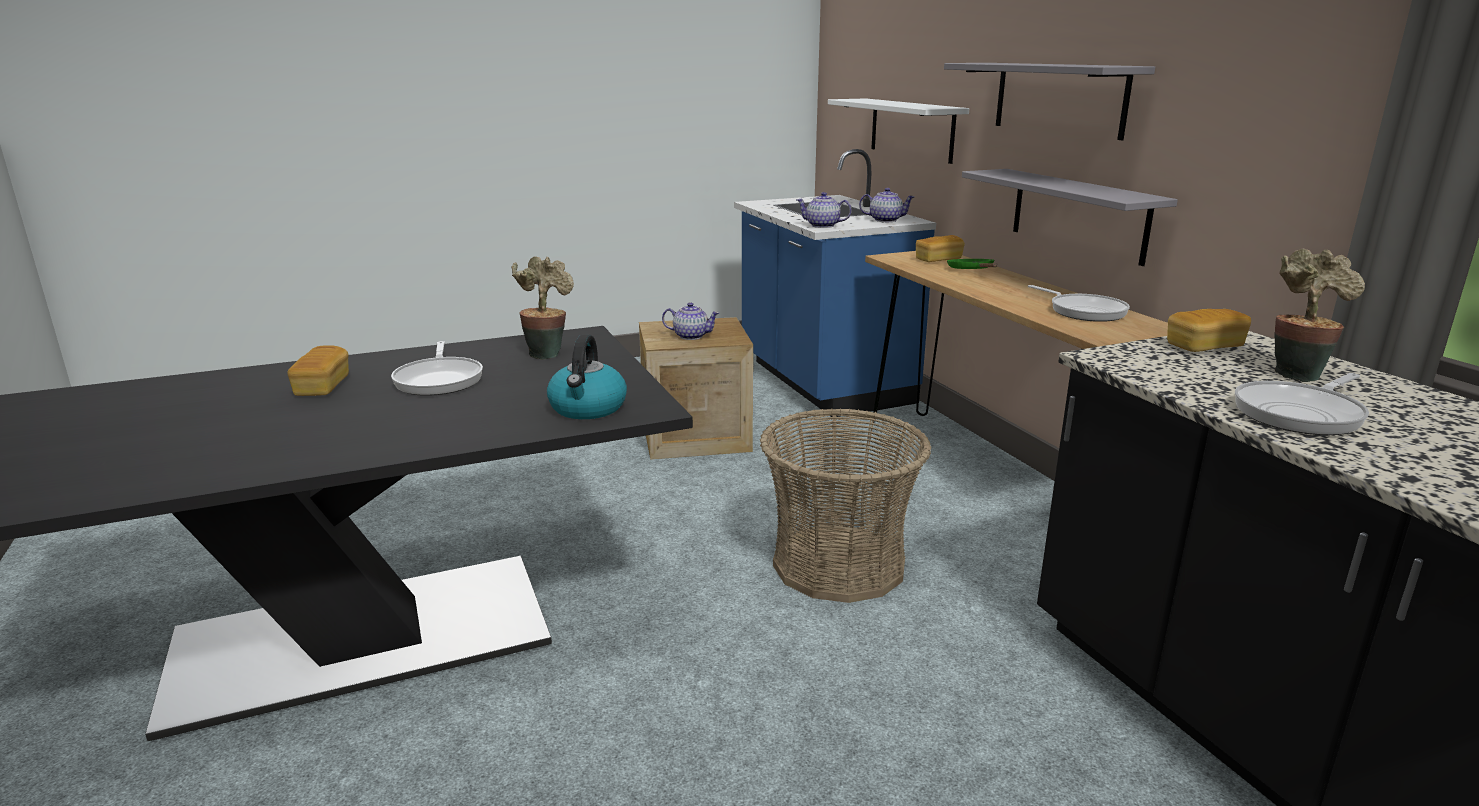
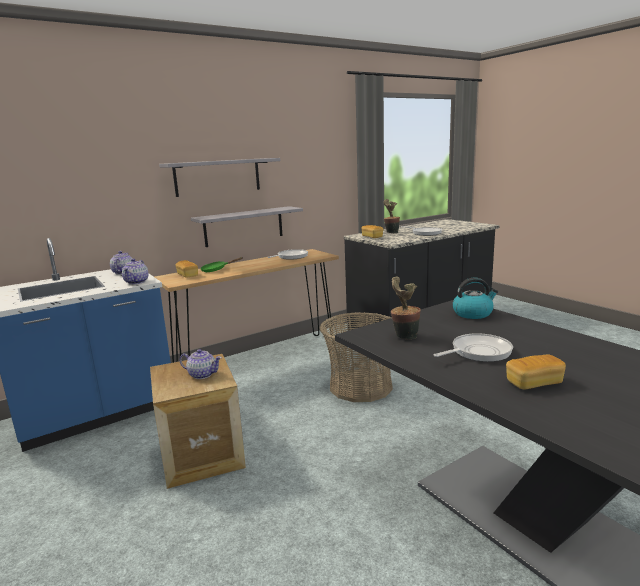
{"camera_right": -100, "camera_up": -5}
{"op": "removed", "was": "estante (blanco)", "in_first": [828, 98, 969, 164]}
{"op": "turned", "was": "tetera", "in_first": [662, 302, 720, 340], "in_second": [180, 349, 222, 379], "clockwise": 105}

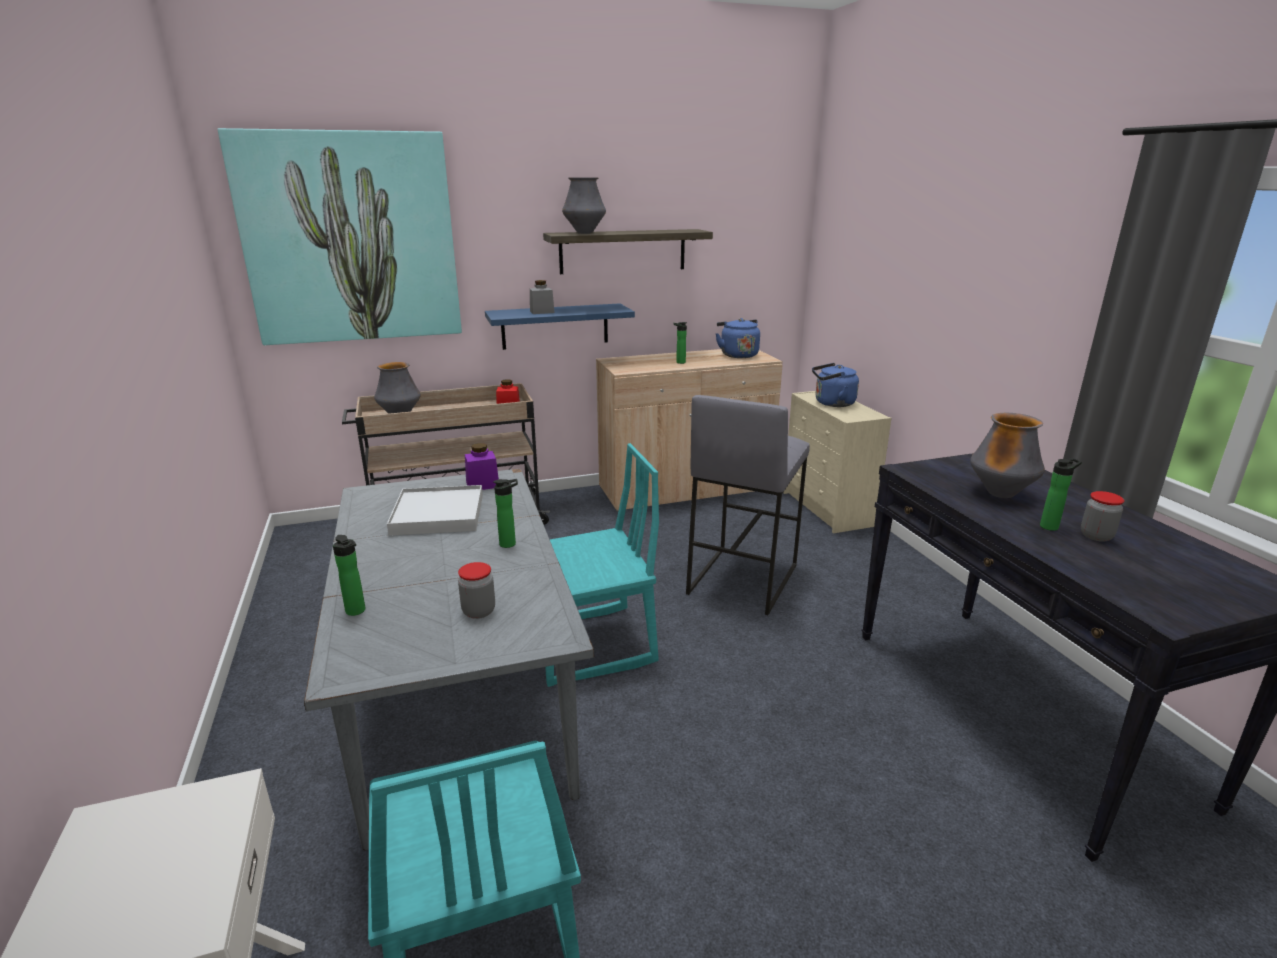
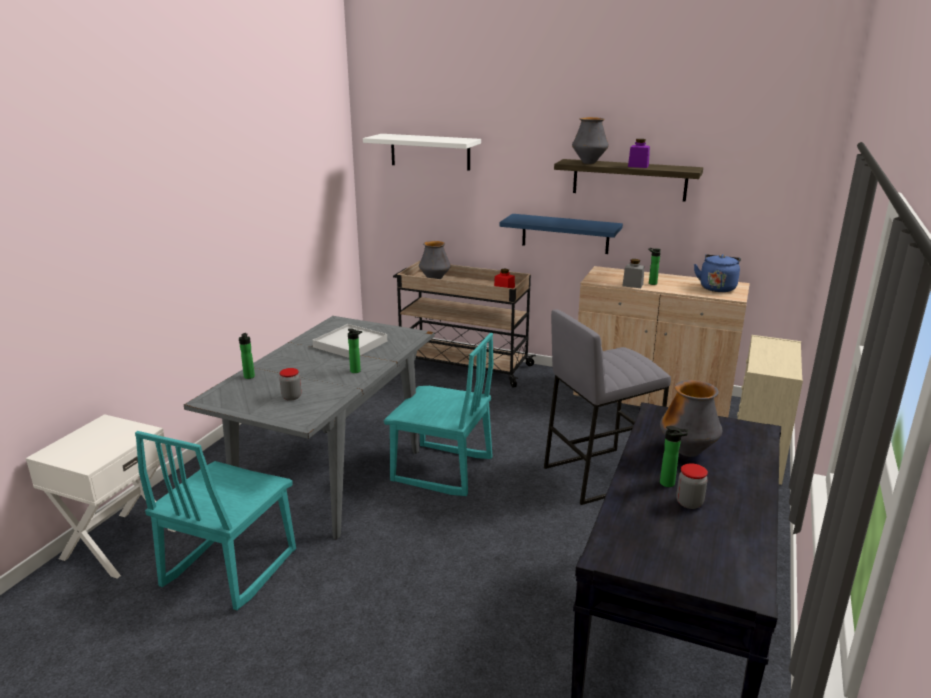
{"camera_right": 40, "camera_up": 0}
{"op": "replaced", "was": "cuadro", "now": "estante (blanco)", "in_first": [217, 128, 462, 345], "in_second": [363, 134, 481, 171]}
{"op": "moved", "was": "tarro (gris)", "in_first": [530, 280, 555, 314], "in_second": [622, 259, 644, 288]}
{"op": "removed", "was": "hervidor (azul)", "in_first": [812, 363, 859, 407]}
{"op": "moved", "was": "tarro (morado)", "in_first": [465, 443, 499, 490], "in_second": [628, 139, 650, 168]}

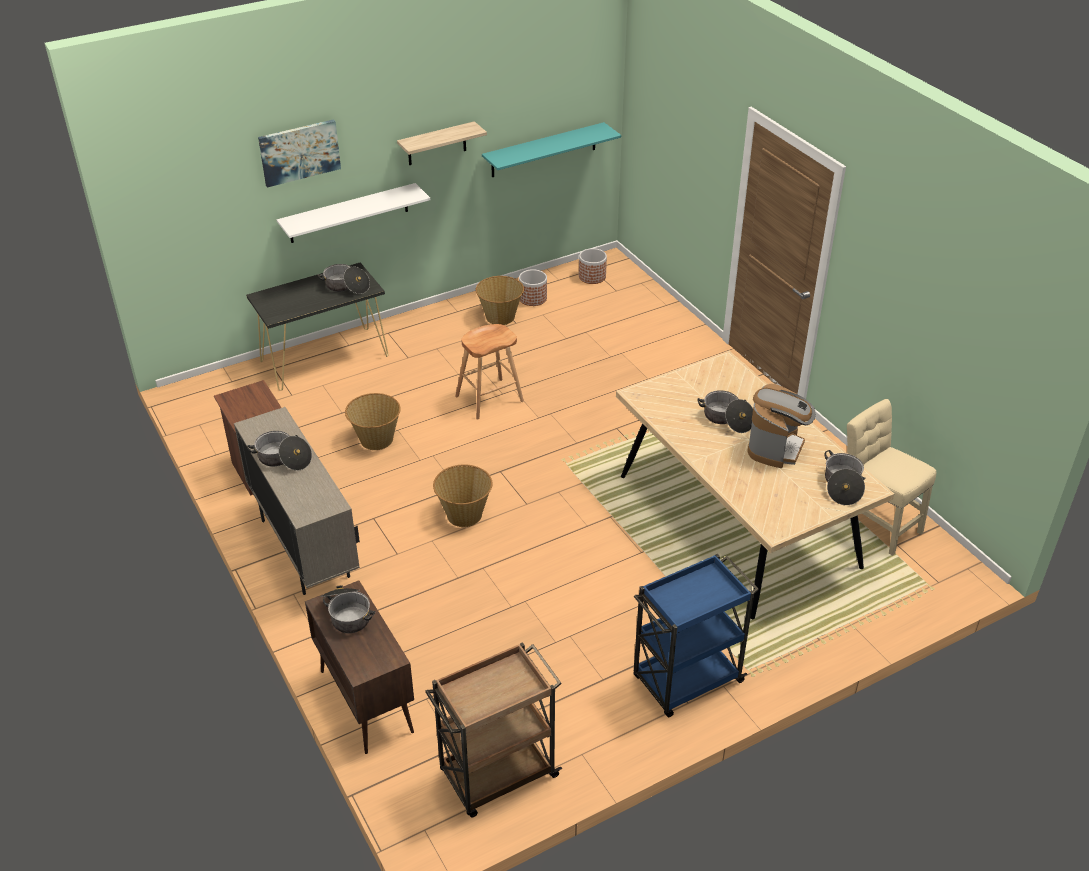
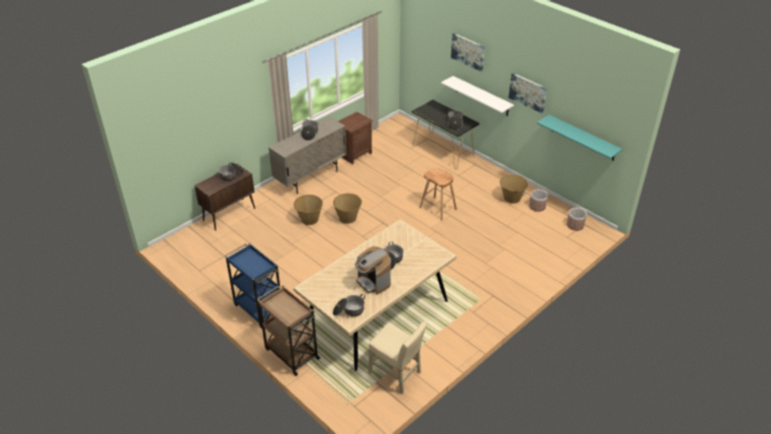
{"camera_right": 75, "camera_up": 0}
{"op": "replaced", "was": "estante", "now": "cuadro", "in_first": [397, 121, 487, 165], "in_second": [509, 73, 547, 114]}
{"op": "turned", "was": "cafetera", "in_first": [747, 384, 816, 468], "in_second": [355, 246, 391, 295], "clockwise": 45}
{"op": "moved", "was": "cesta", "in_first": [345, 393, 401, 450], "in_second": [294, 195, 323, 225]}
{"op": "turned", "was": "silla (beis)", "in_first": [847, 399, 936, 556], "in_second": [368, 321, 427, 394], "clockwise": 90}
{"op": "moved", "was": "carrito (marrón)", "in_first": [425, 642, 562, 817], "in_second": [257, 286, 320, 376]}

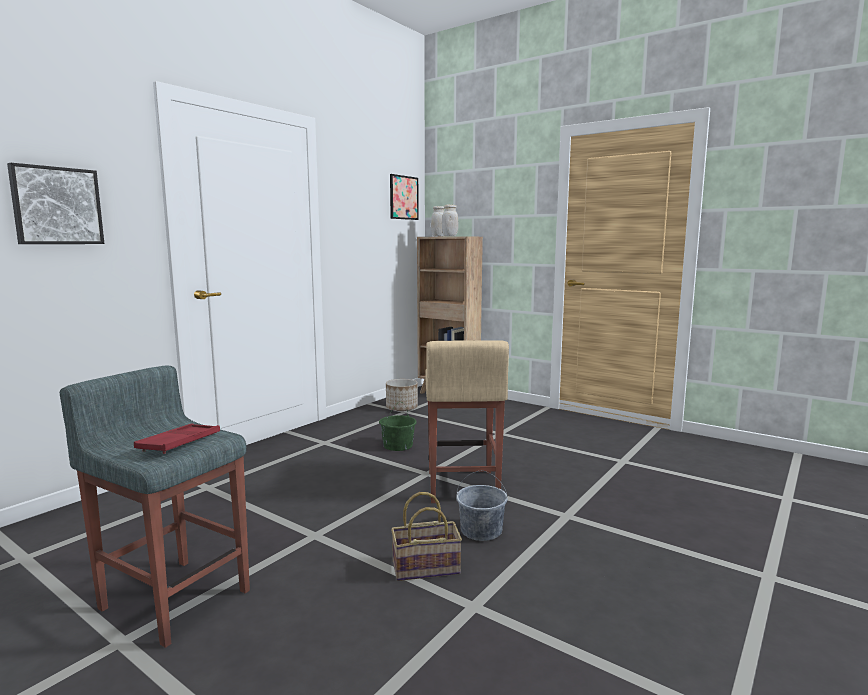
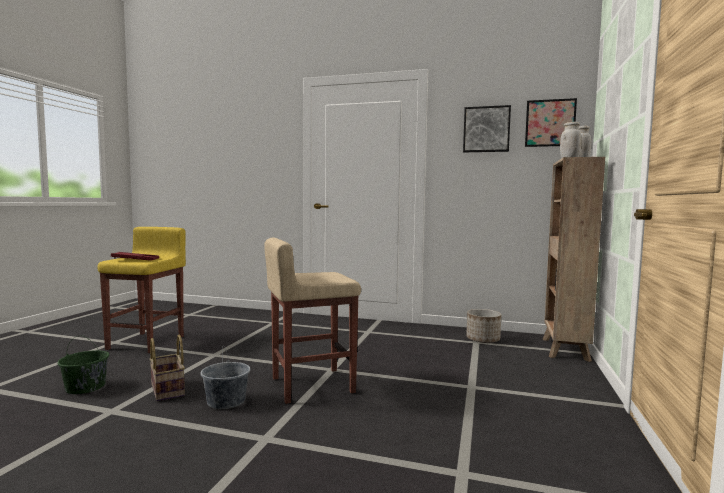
{"camera_right": 70, "camera_up": -5}
{"op": "moved", "was": "cuadro", "in_first": [7, 163, 104, 244], "in_second": [463, 105, 511, 152]}
{"op": "recoloured", "was": "taburete (gris)", "now": "taburete (amarillo)", "in_first": [60, 365, 250, 648], "in_second": [97, 227, 186, 353]}
{"op": "moved", "was": "cubo (verde)", "in_first": [379, 403, 417, 451], "in_second": [58, 335, 109, 394]}

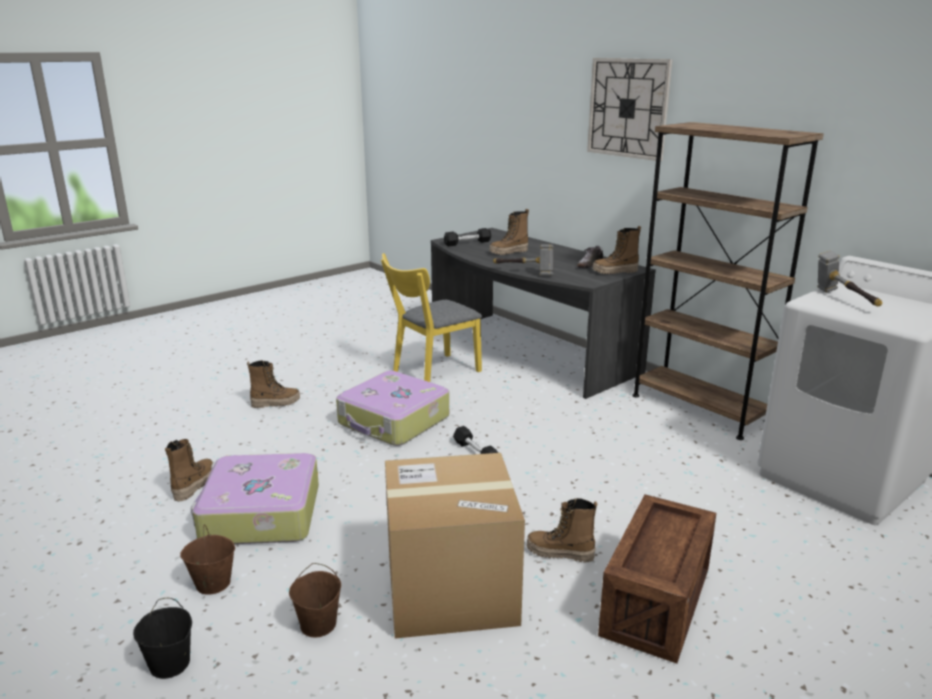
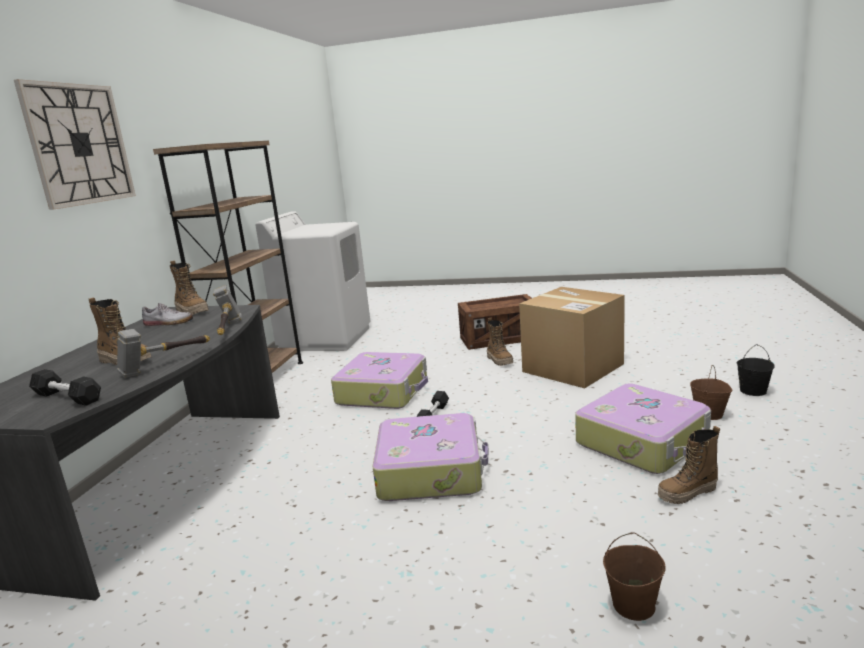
{"camera_right": -125, "camera_up": -5}
{"op": "moved", "was": "martillo", "in_first": [818, 251, 882, 306], "in_second": [117, 329, 210, 378]}
{"op": "removed", "was": "silla (amarillo)", "in_first": [381, 253, 482, 382]}
{"op": "removed", "was": "bota", "in_first": [247, 360, 300, 408]}
{"op": "moved", "was": "cubo (marrón)", "in_first": [289, 563, 341, 637], "in_second": [603, 533, 666, 621]}
{"op": "added", "now": "maleta", "in_second": [331, 352, 428, 409]}

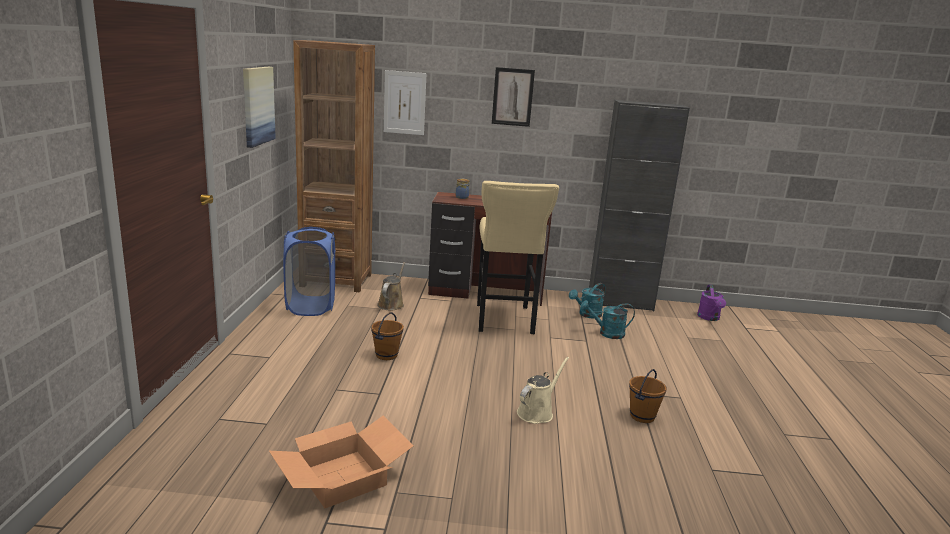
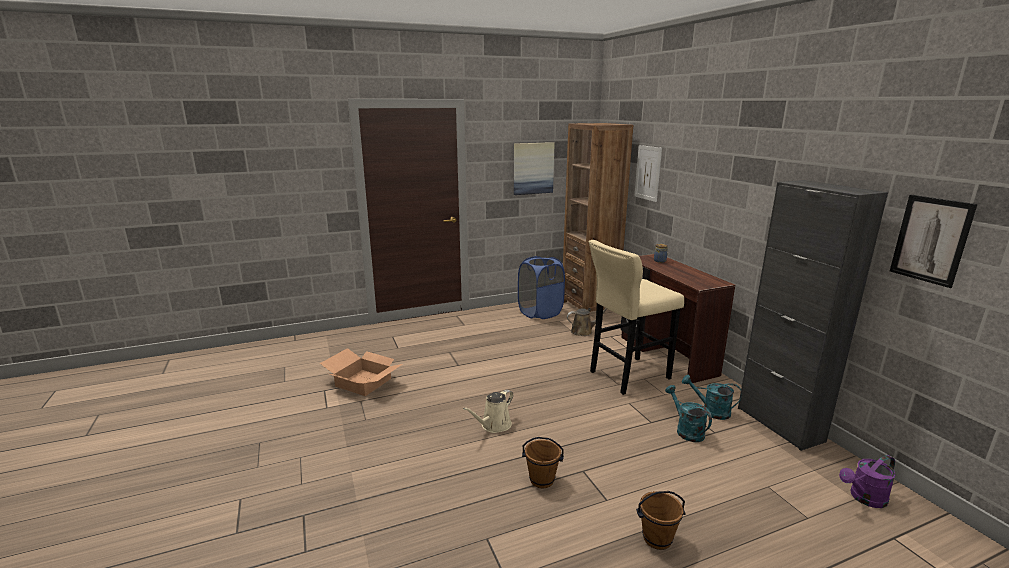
{"camera_right": 65, "camera_up": 0}
{"op": "moved", "was": "cuadro", "in_first": [492, 67, 535, 127], "in_second": [890, 195, 977, 288]}
{"op": "moved", "was": "cubo (marrón)", "in_first": [371, 312, 404, 360], "in_second": [636, 491, 686, 550]}
{"op": "turned", "was": "regadera (beis)", "in_first": [517, 357, 569, 424], "in_second": [463, 390, 513, 433], "clockwise": 120}

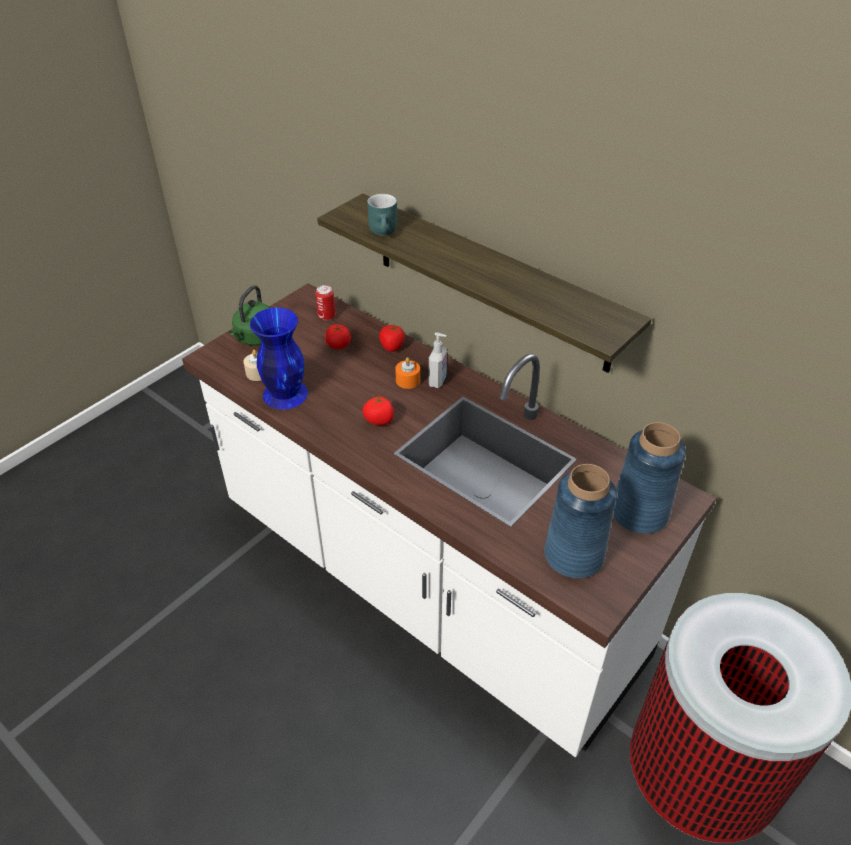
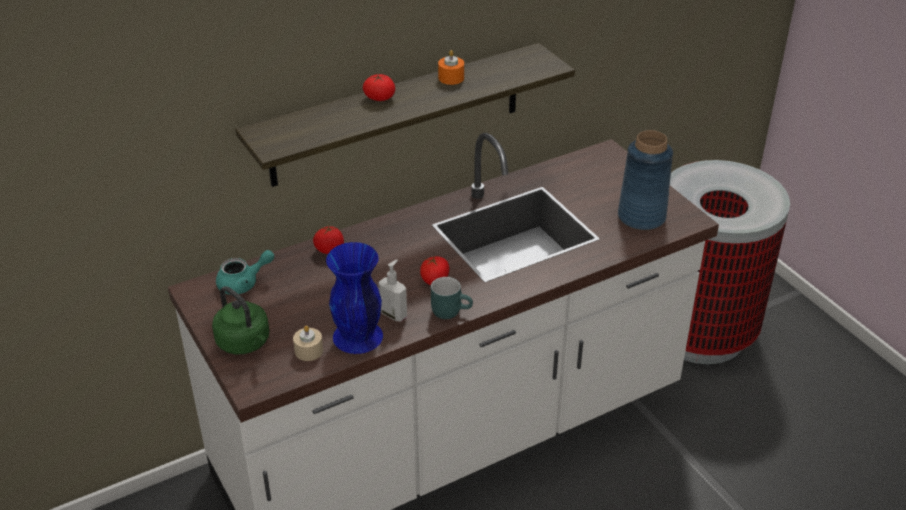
{"camera_right": -70, "camera_up": -5}
{"op": "moved", "was": "taza grande (turquesa)", "in_first": [367, 194, 397, 236], "in_second": [431, 277, 473, 319]}
{"op": "replaced", "was": "lata", "now": "tetera (turquesa)", "in_first": [315, 285, 335, 320], "in_second": [216, 250, 274, 295]}
{"op": "moved", "was": "tomate", "in_first": [325, 324, 351, 349], "in_second": [363, 74, 395, 101]}
{"op": "moved", "was": "dispensador de jabón", "in_first": [429, 333, 447, 388], "in_second": [378, 259, 407, 322]}
{"op": "moved", "was": "vela (naranja)", "in_first": [395, 357, 420, 389], "in_second": [438, 50, 464, 85]}
{"op": "removed", "was": "florero (azul)", "in_first": [613, 422, 686, 534]}

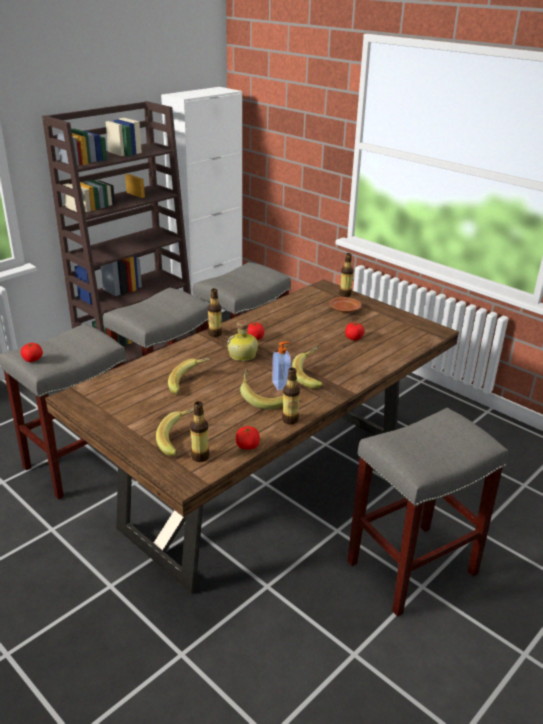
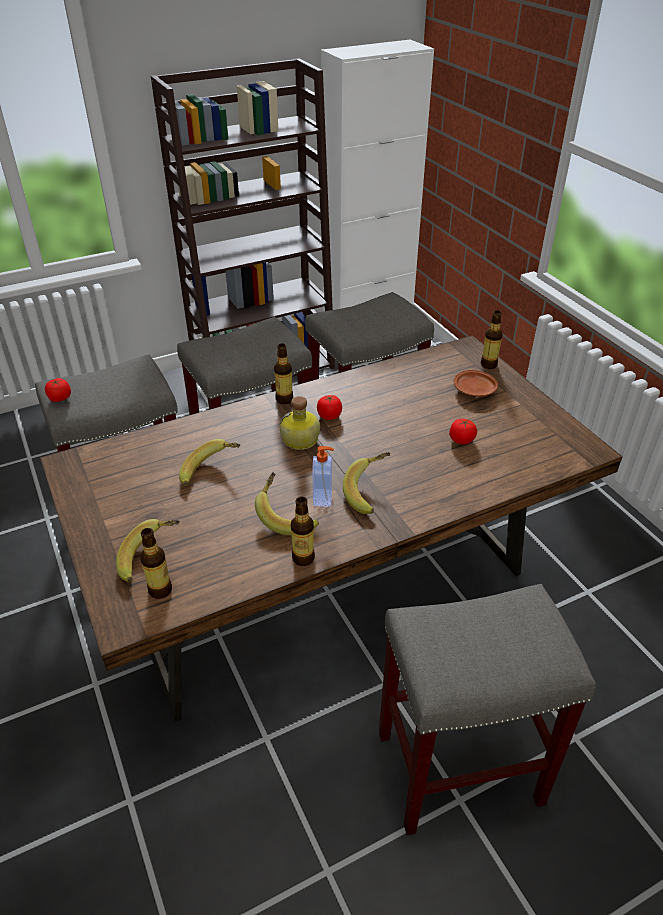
{"camera_right": 20, "camera_up": 10}
{"op": "removed", "was": "tomate", "in_first": [236, 426, 260, 450]}

